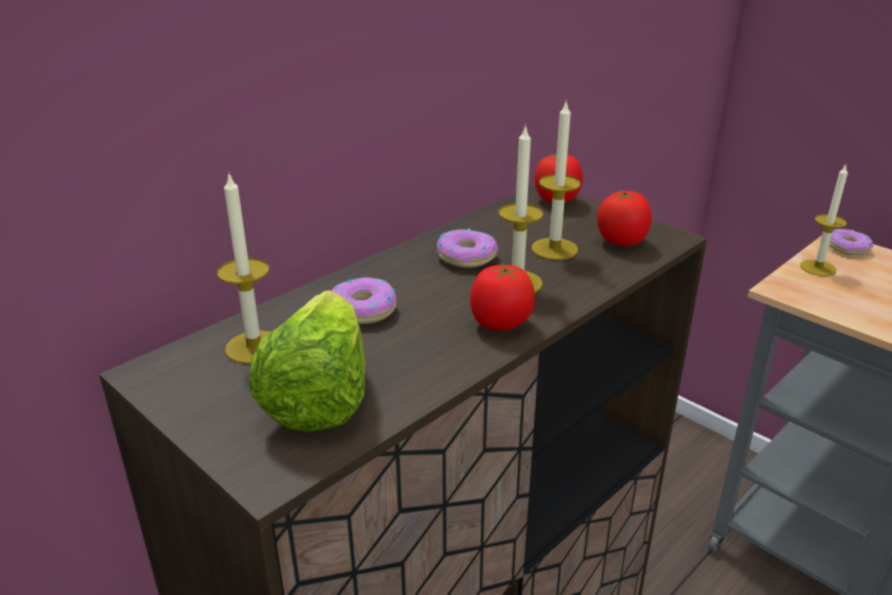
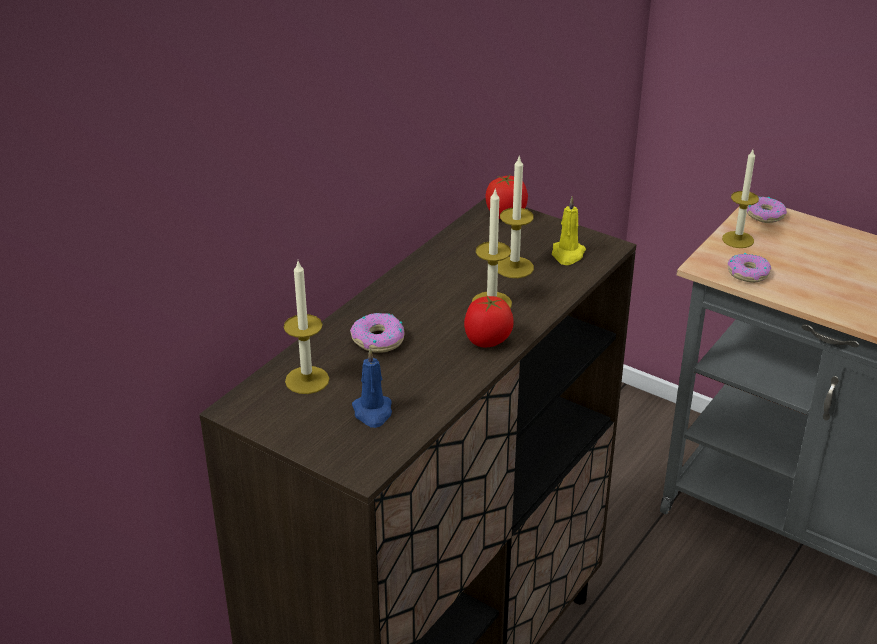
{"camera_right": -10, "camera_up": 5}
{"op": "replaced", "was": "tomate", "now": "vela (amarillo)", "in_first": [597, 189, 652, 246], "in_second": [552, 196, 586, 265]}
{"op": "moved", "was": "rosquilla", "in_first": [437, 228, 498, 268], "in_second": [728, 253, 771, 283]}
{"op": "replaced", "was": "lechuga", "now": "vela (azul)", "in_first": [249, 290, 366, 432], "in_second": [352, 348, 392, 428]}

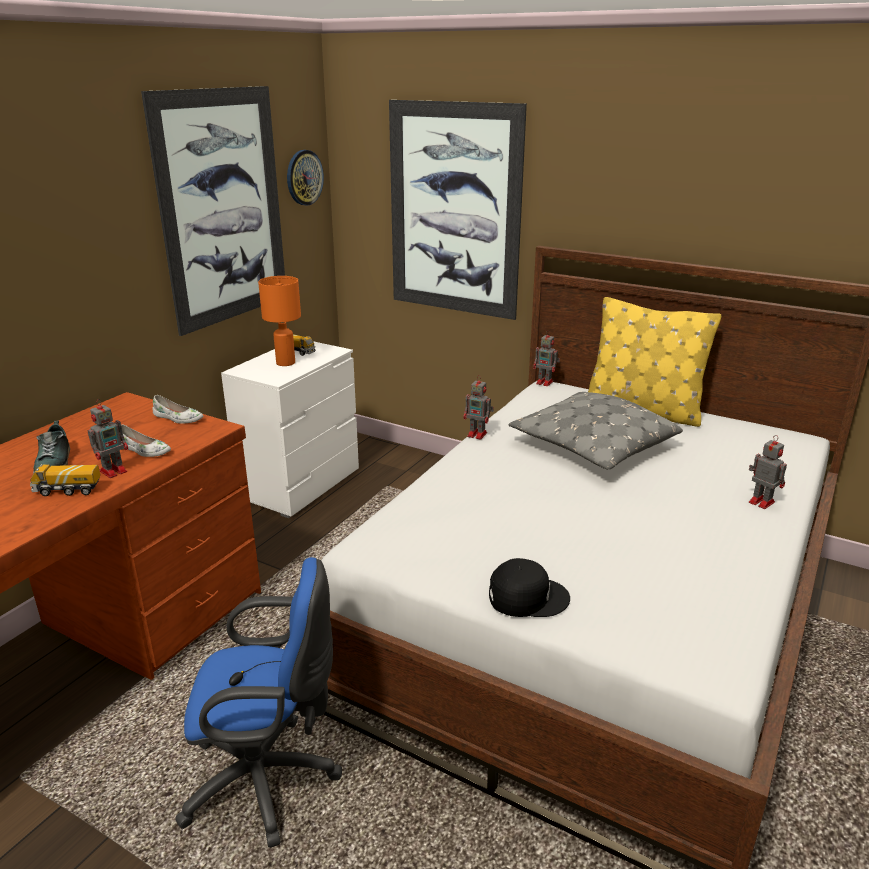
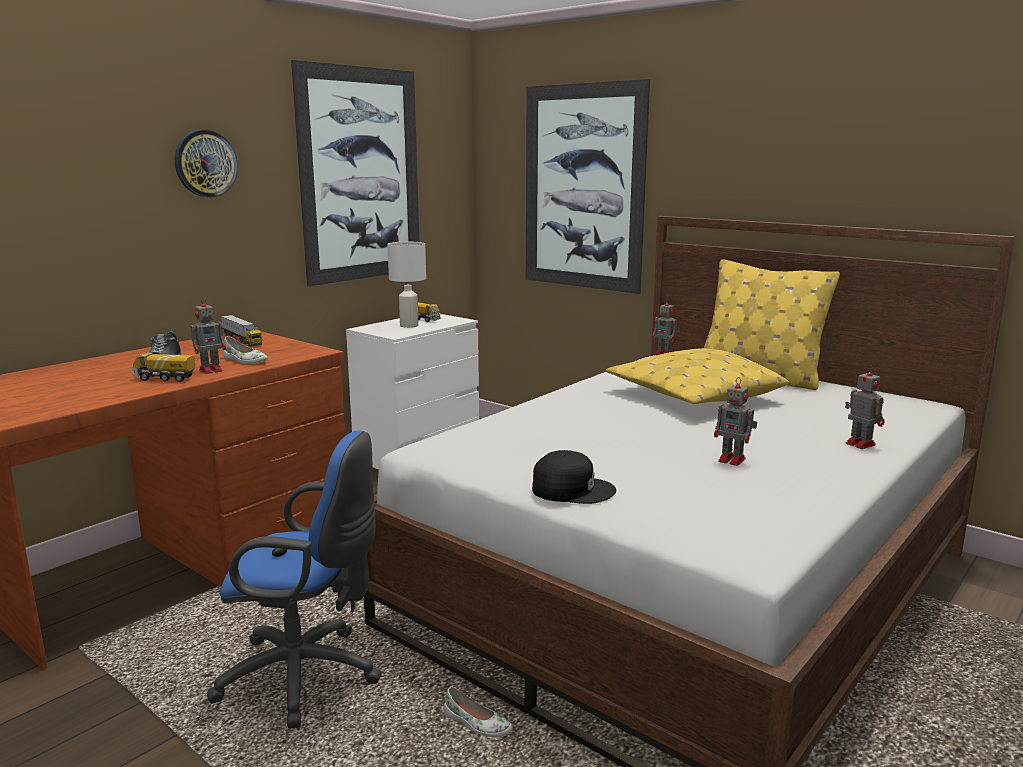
{"camera_right": 10, "camera_up": -10}
{"op": "moved", "was": "reloj de pared", "in_first": [287, 150, 324, 206], "in_second": [175, 130, 238, 197]}
{"op": "recoloured", "was": "lámpara de mesa (naranja)", "now": "lámpara de mesa (blanco)", "in_first": [258, 276, 301, 366], "in_second": [387, 242, 426, 328]}
{"op": "moved", "was": "robot de juguete", "in_first": [463, 375, 494, 440], "in_second": [714, 377, 757, 466]}
{"op": "recoloured", "was": "cojín (gris)", "now": "cojín (amarillo)", "in_first": [509, 392, 683, 470], "in_second": [606, 348, 789, 404]}
{"op": "moved", "was": "zapato (blanco)", "in_first": [153, 395, 203, 424], "in_second": [444, 687, 513, 737]}
{"op": "added", "now": "camión de juguete", "in_second": [220, 315, 262, 346]}

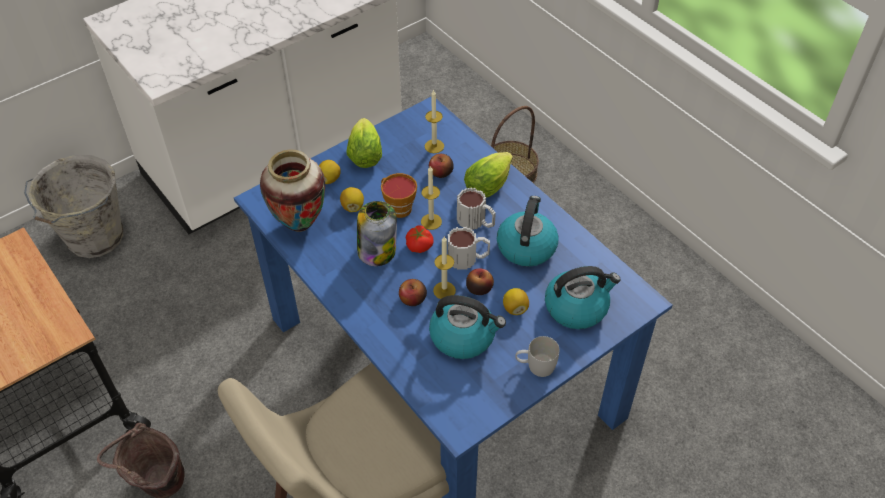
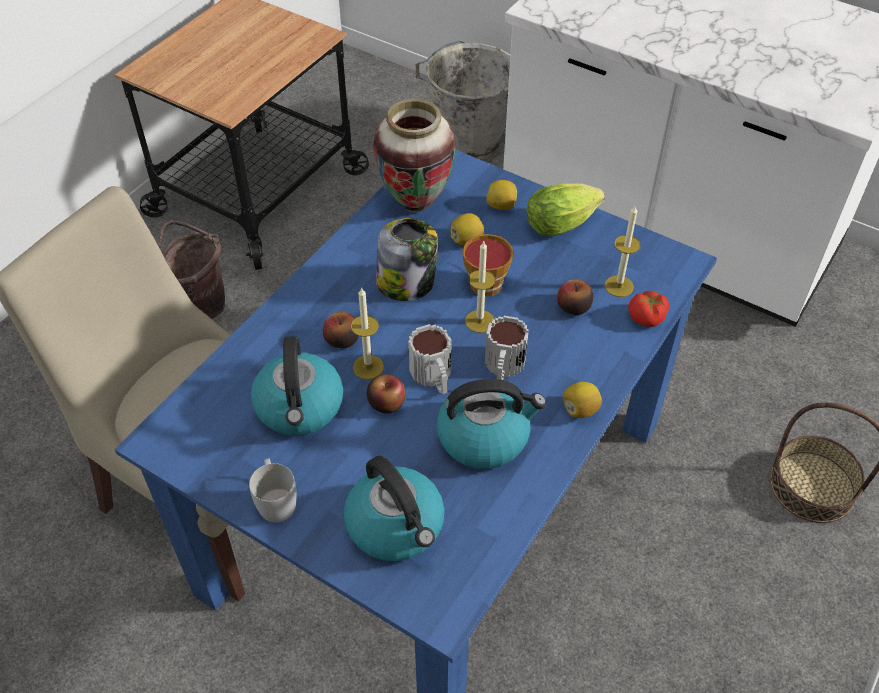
{"camera_right": 70, "camera_up": 0}
{"op": "removed", "was": "lechuga", "in_first": [464, 152, 513, 198]}
{"op": "moved", "was": "tomate", "in_first": [406, 225, 434, 253], "in_second": [628, 291, 669, 327]}
{"op": "moved", "was": "limón", "in_first": [503, 288, 529, 315], "in_second": [563, 382, 602, 418]}

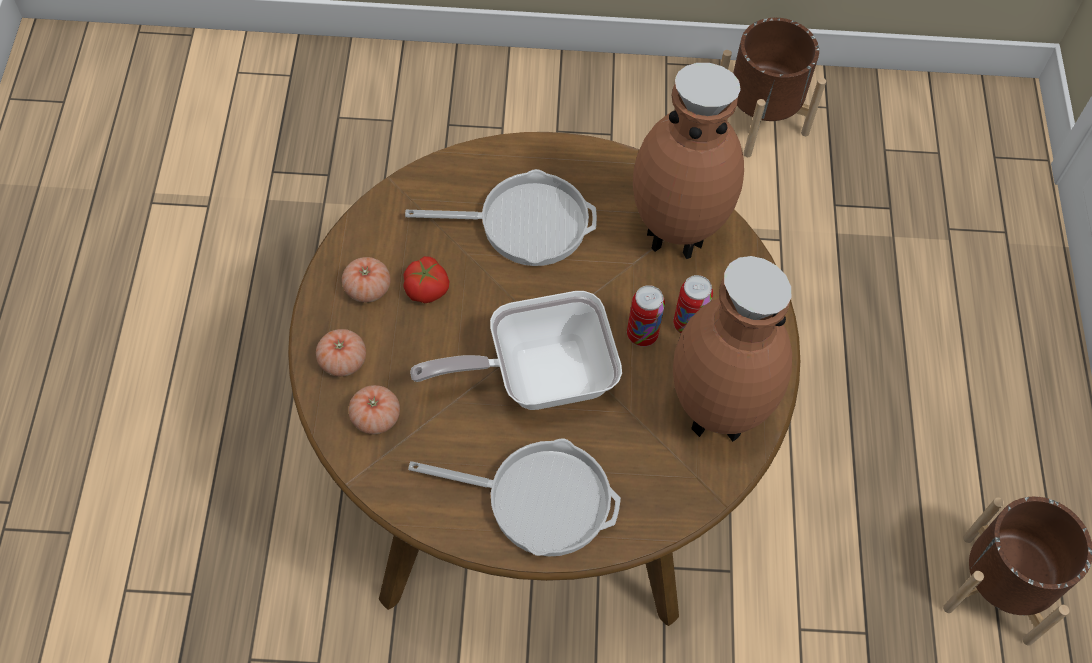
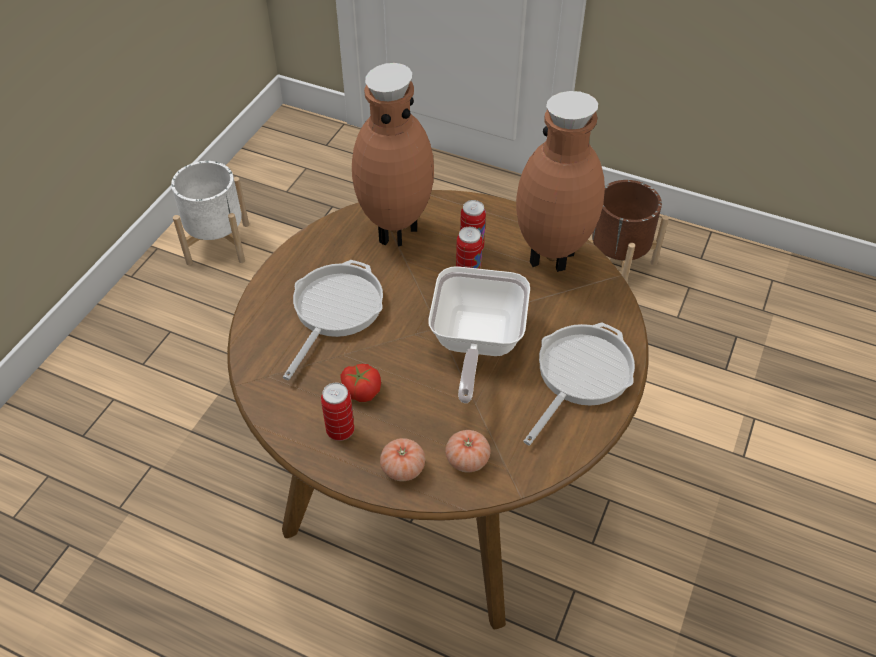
{"camera_right": -65, "camera_up": -10}
{"op": "recoloured", "was": "maceta (marrón)", "now": "maceta (blanco)", "in_first": [720, 18, 826, 157], "in_second": [171, 161, 249, 265]}
{"op": "replaced", "was": "tomate", "now": "lata", "in_first": [342, 257, 391, 303], "in_second": [321, 383, 354, 441]}

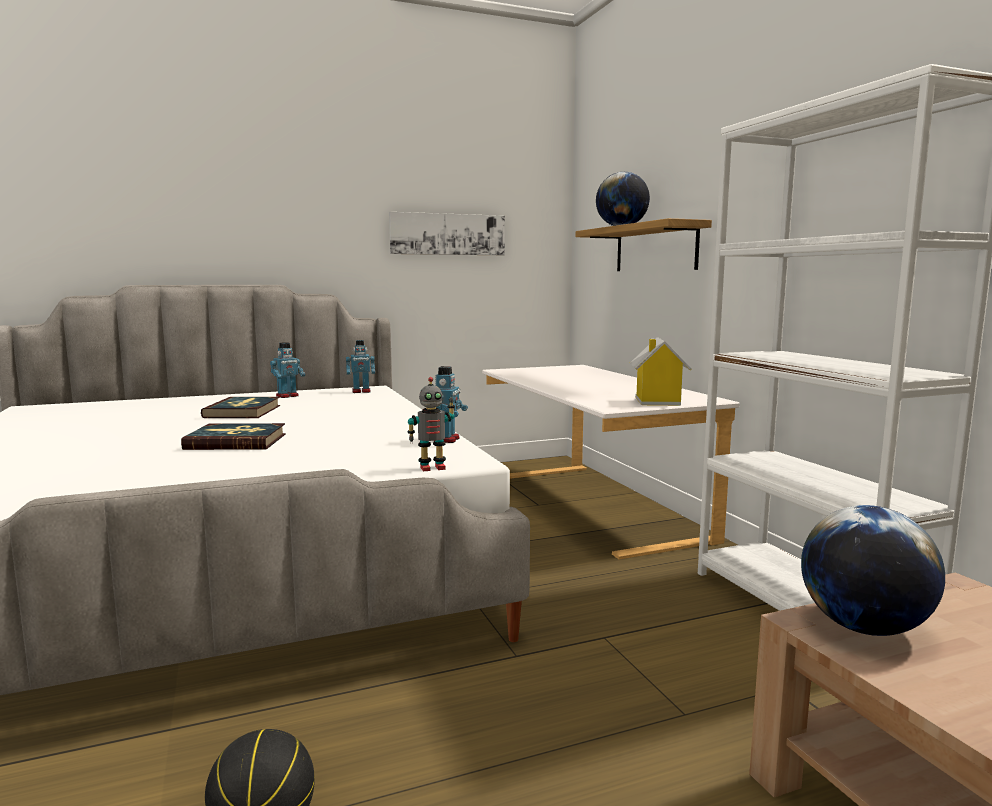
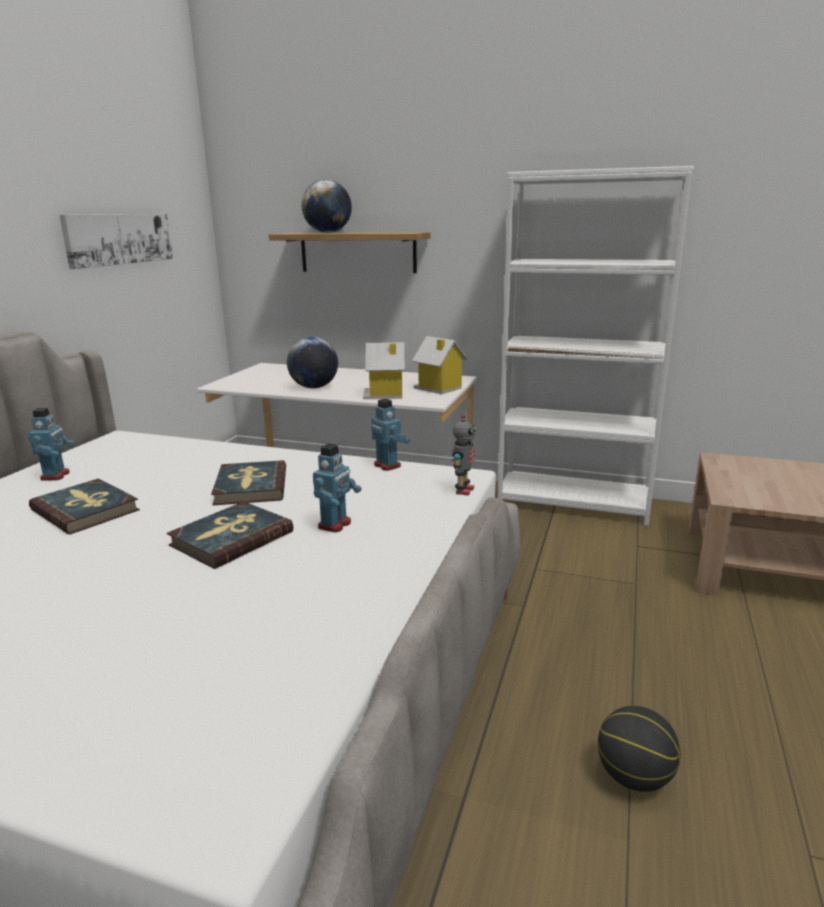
{"camera_right": -50, "camera_up": 10}
{"op": "moved", "was": "robot de juguete", "in_first": [346, 340, 375, 393], "in_second": [313, 443, 362, 532]}
{"op": "moved", "was": "globo terráqueo", "in_first": [801, 505, 945, 636], "in_second": [287, 337, 338, 388]}
{"op": "added", "now": "casita", "in_second": [363, 342, 405, 399]}
{"op": "added", "now": "libro", "in_second": [211, 460, 286, 505]}

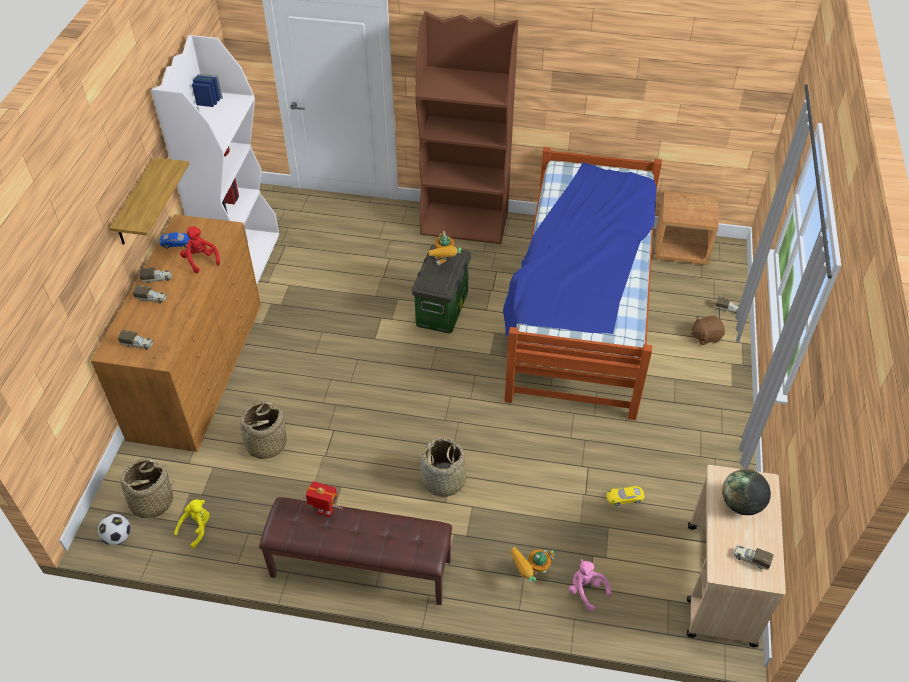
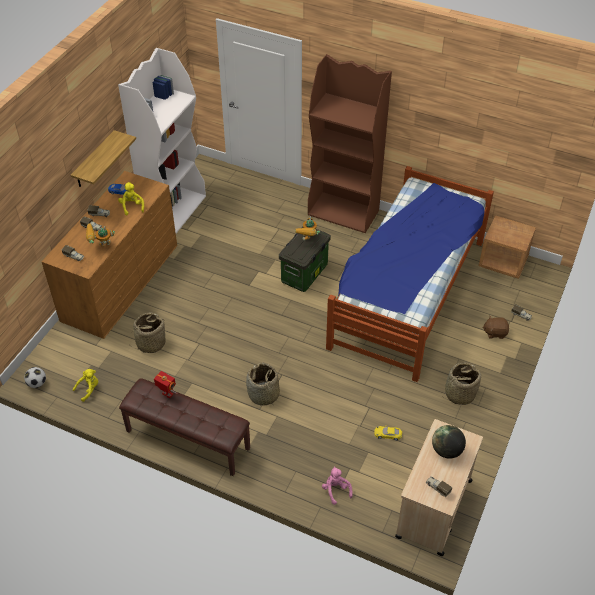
{"camera_right": 15, "camera_up": 0}
{"op": "recoloured", "was": "peluche (rojo)", "now": "peluche (amarillo)", "in_first": [180, 226, 220, 274], "in_second": [118, 182, 144, 216]}
{"op": "moved", "was": "cesta", "in_first": [119, 458, 174, 518], "in_second": [443, 362, 481, 405]}
{"op": "moved", "was": "robot de juguete", "in_first": [510, 547, 554, 582], "in_second": [86, 223, 115, 247]}

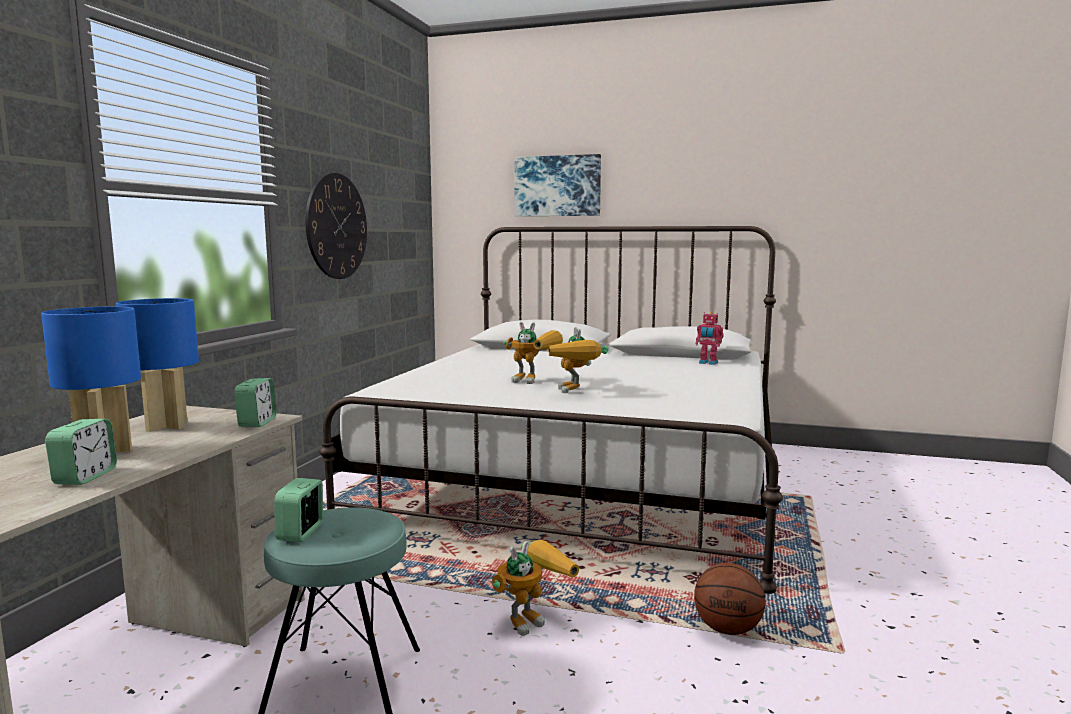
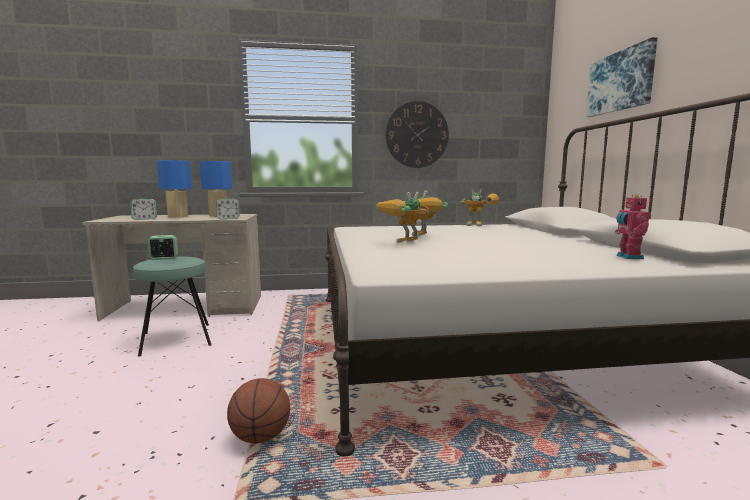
{"camera_right": 65, "camera_up": 0}
{"op": "moved", "was": "robot de juguete", "in_first": [492, 540, 579, 636], "in_second": [461, 188, 499, 226]}

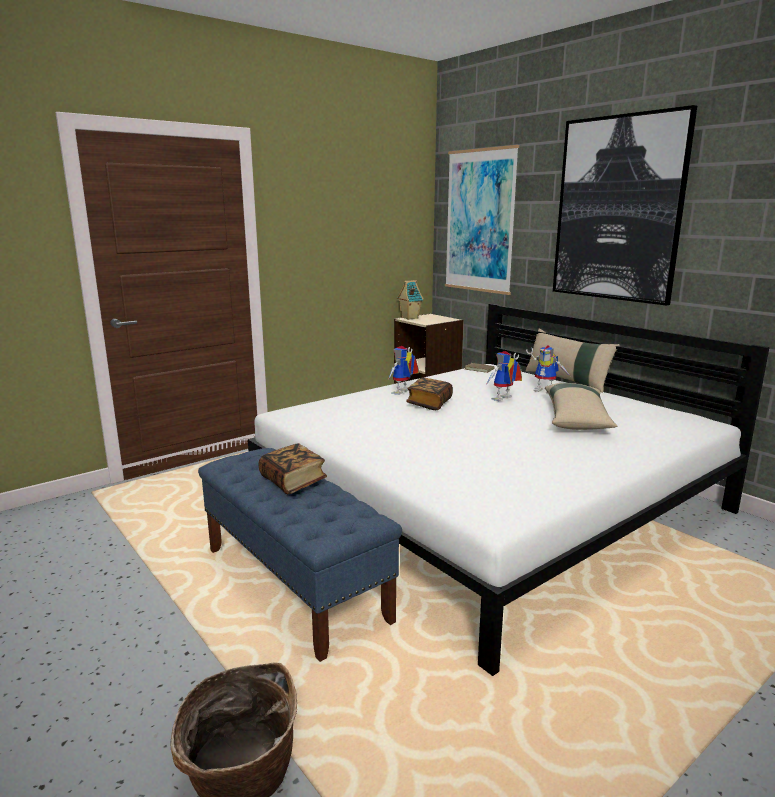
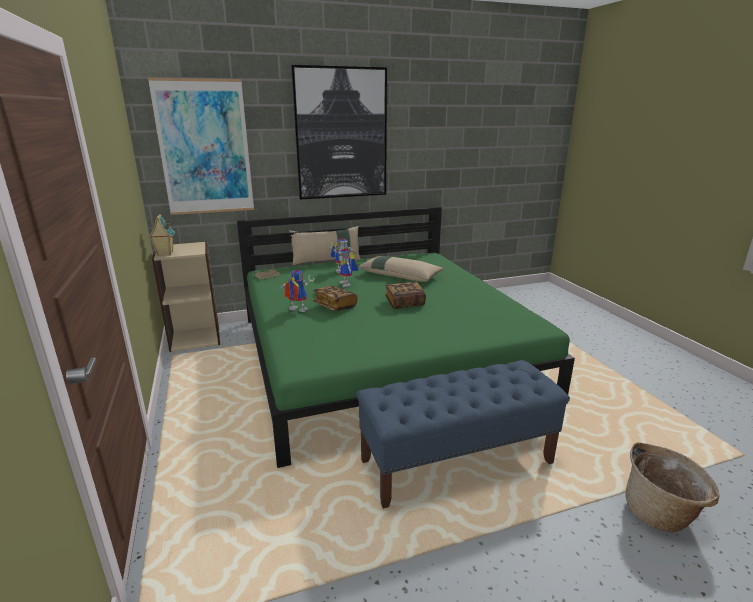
{"camera_right": -70, "camera_up": 5}
{"op": "recoloured", "was": "cama (blanco)", "now": "cama (verde)", "in_first": [248, 304, 770, 676], "in_second": [237, 207, 575, 468]}
{"op": "turned", "was": "robot de juguete", "in_first": [388, 346, 419, 395], "in_second": [278, 270, 315, 312], "clockwise": 150}
{"op": "moved", "was": "libro", "in_first": [258, 443, 327, 494], "in_second": [385, 282, 426, 309]}

